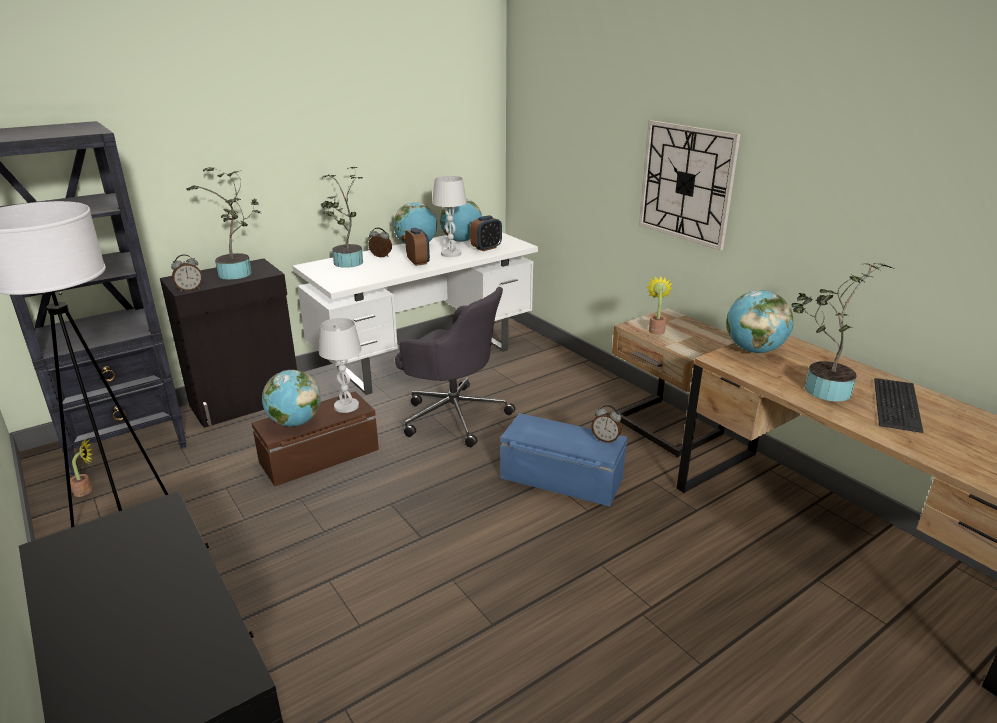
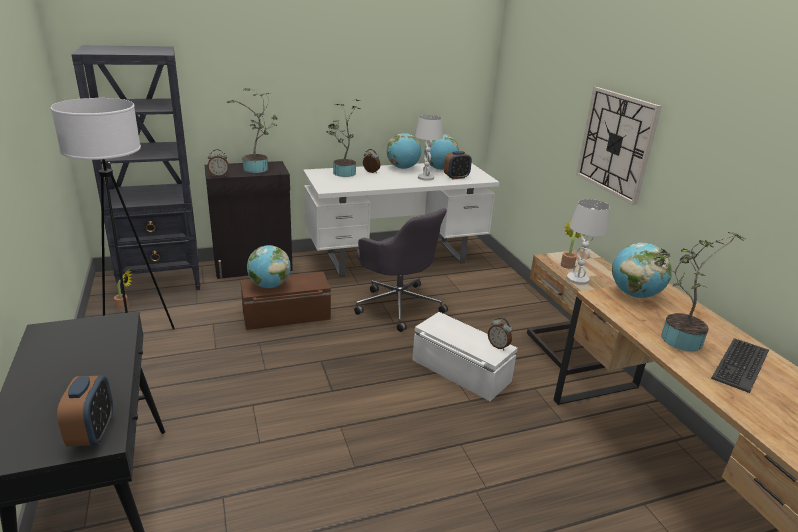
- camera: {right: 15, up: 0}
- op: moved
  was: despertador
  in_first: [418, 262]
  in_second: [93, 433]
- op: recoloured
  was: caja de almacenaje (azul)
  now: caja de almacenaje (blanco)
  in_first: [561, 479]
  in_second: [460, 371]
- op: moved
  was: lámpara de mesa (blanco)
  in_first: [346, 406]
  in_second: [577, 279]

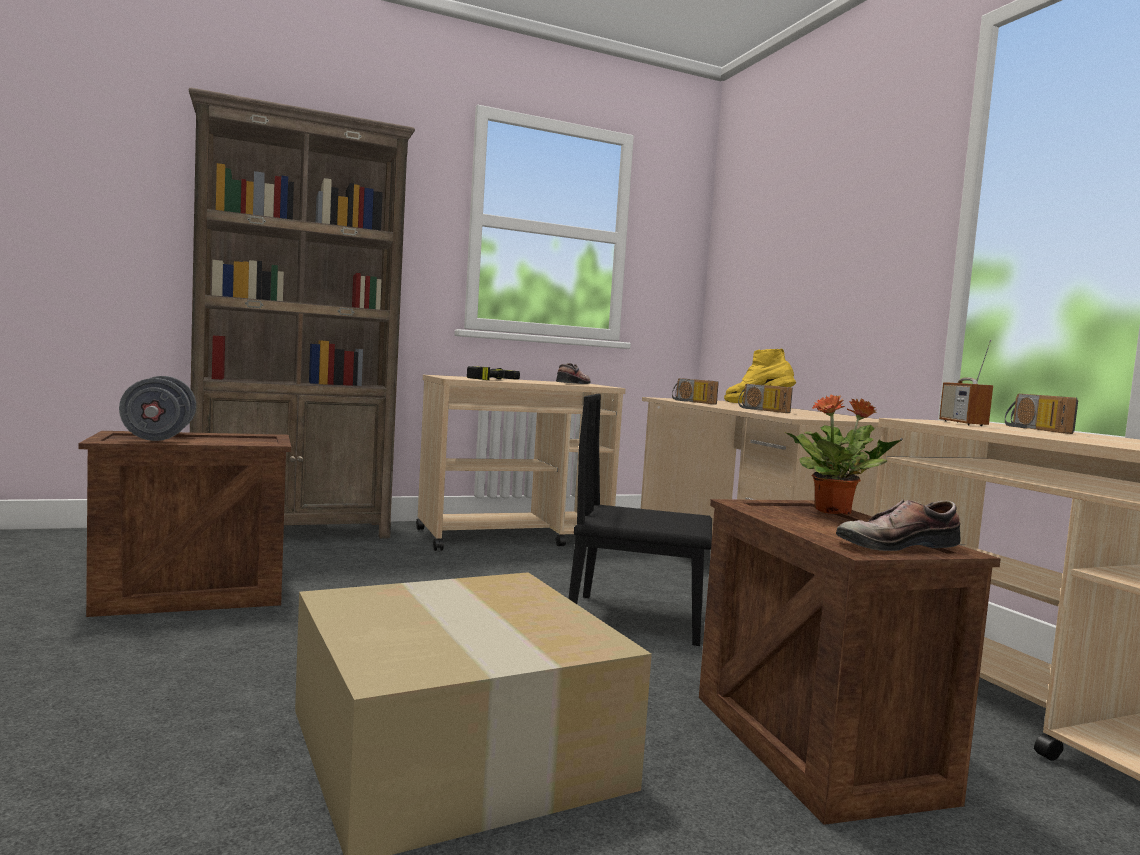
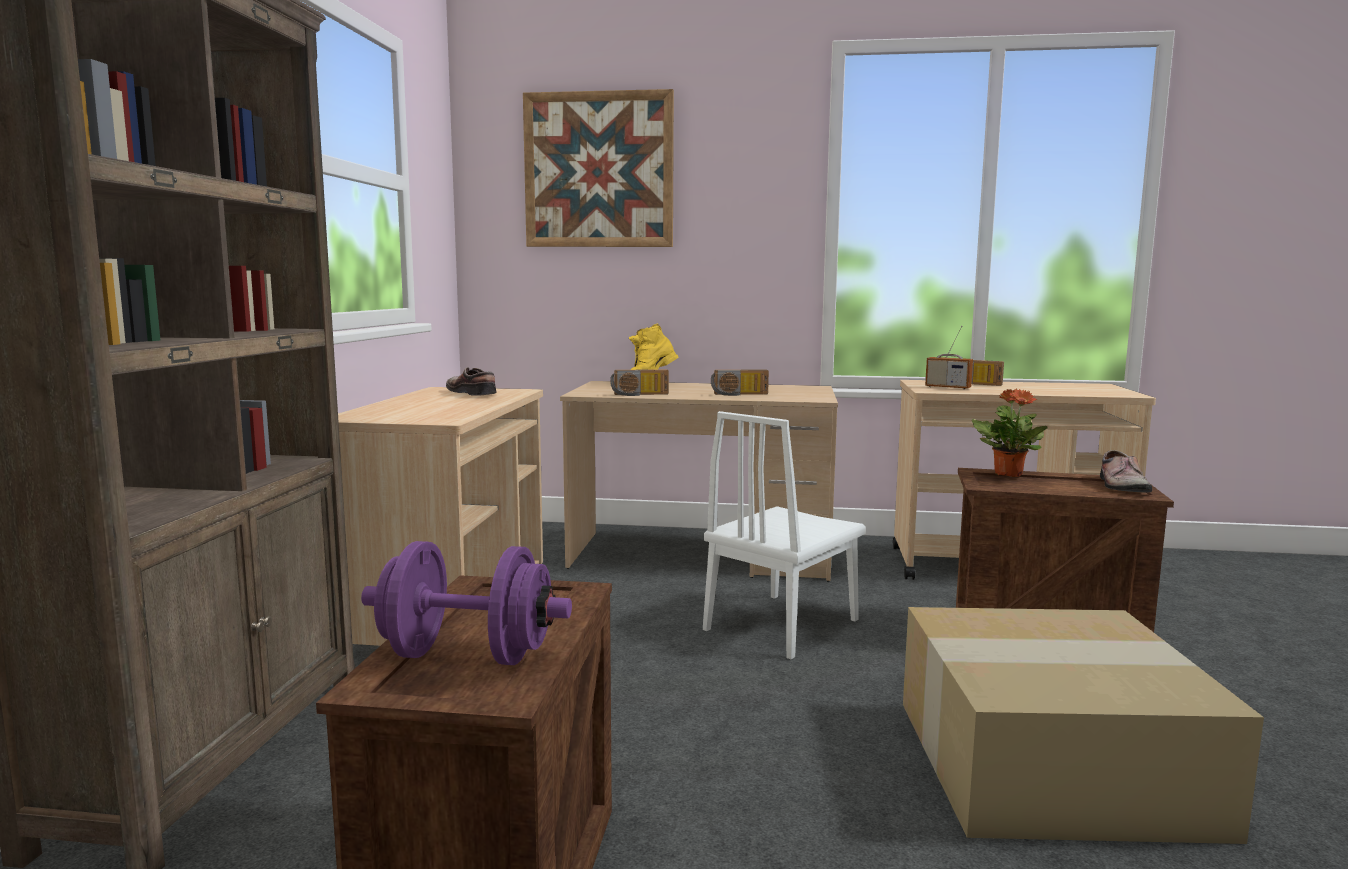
- camera: {right: -60, up: 5}
- op: recoloured
  was: mancuerna (gris)
  now: mancuerna (morado)
  in_first: [159, 437]
  in_second: [467, 656]
- op: added
  now: cuadro
  in_second: [599, 170]
- op: recoloured
  was: silla (negro)
  now: silla (blanco)
  in_first: [637, 619]
  in_second: [781, 624]
- op: removed
  was: taladro
  in_first: [484, 379]

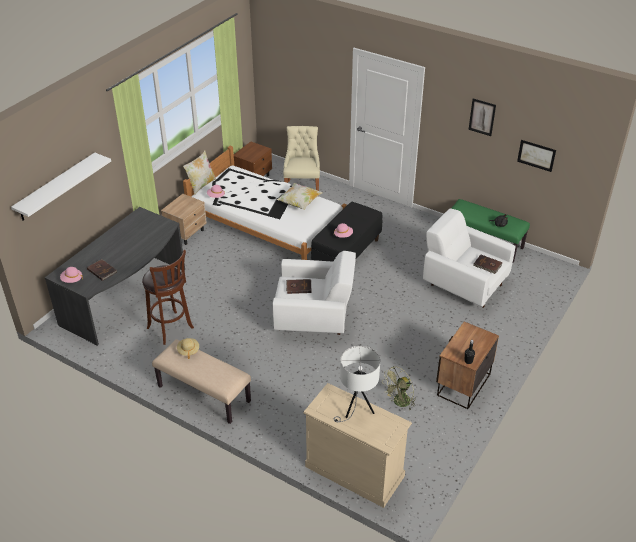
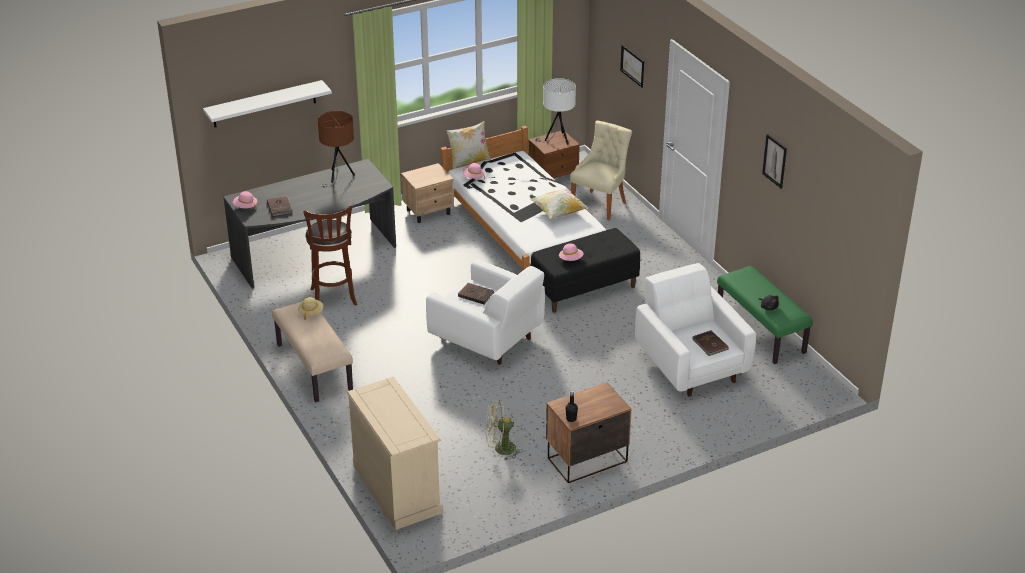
- camera: {right: 30, up: -5}
- op: added
  now: lámpara de mesa (marrón)
  in_second: [338, 177]
- op: moved
  was: lámpara de mesa (blanco)
  in_first: [356, 410]
  in_second: [556, 140]
- op: moved
  was: cuadro
  in_first: [536, 155]
  in_second: [632, 65]

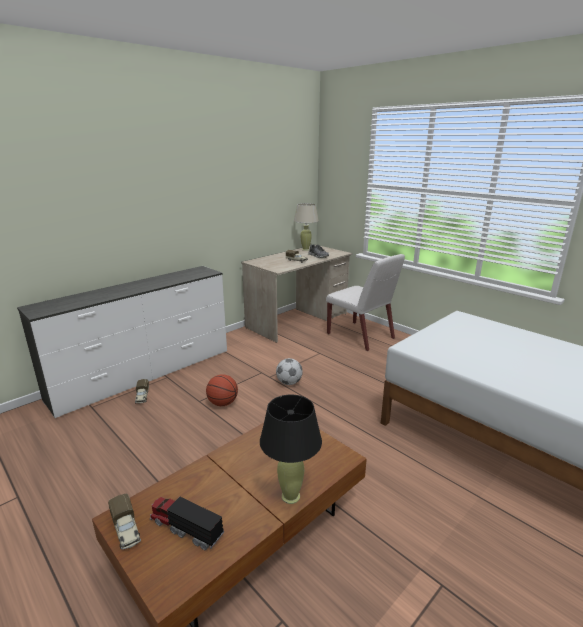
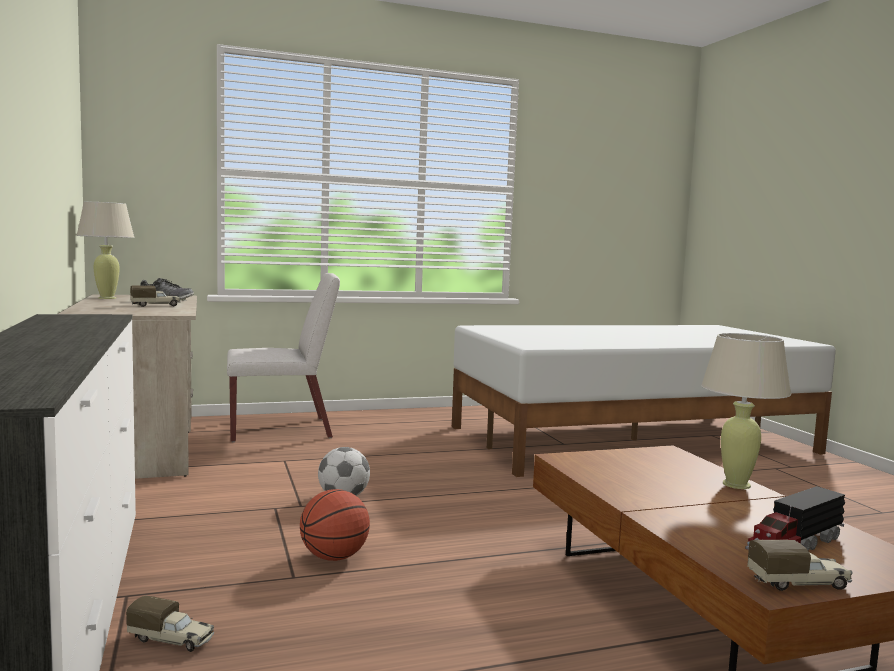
- camera: {right: -65, up: -15}
- op: recoloured
  was: lámpara de mesa (negro)
  now: lámpara de mesa (beis)
  in_first: [291, 496]
  in_second: [736, 484]

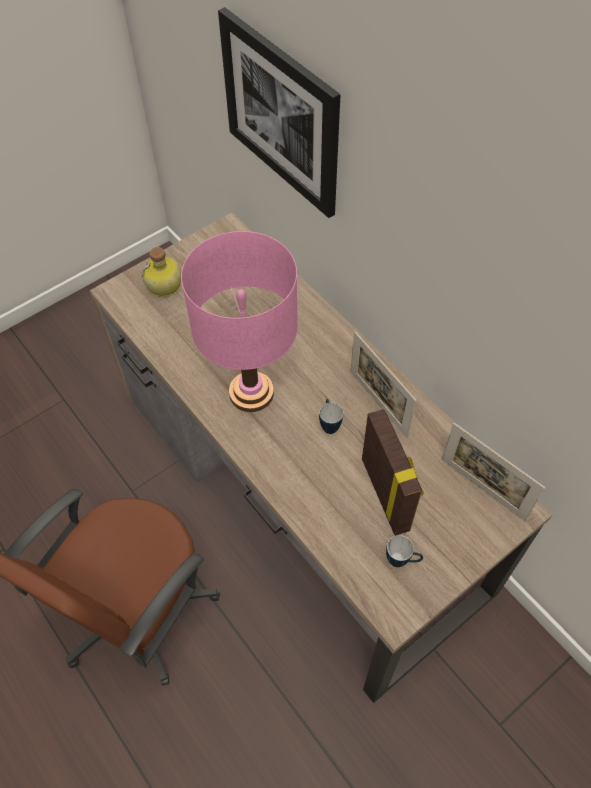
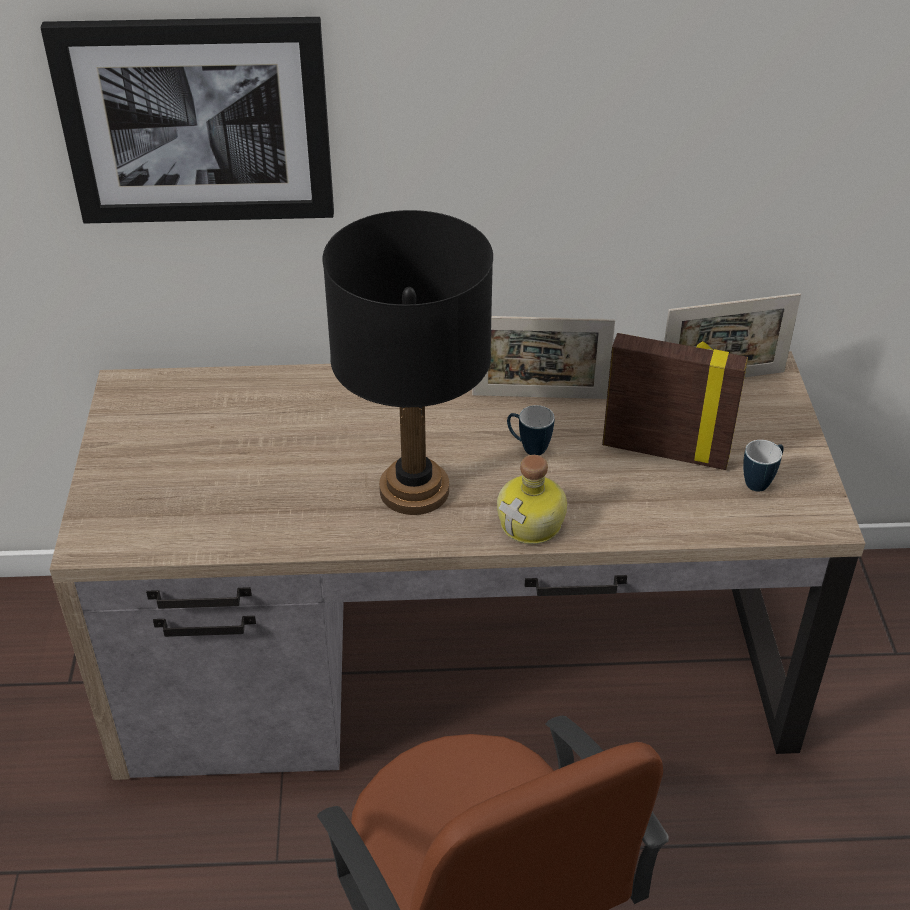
- camera: {right: -55, up: -15}
- op: recoloured
  was: lámpara de mesa (rosa)
  now: lámpara de mesa (negro)
  in_first: [251, 393]
  in_second: [414, 491]
- op: moved
  was: botella
  in_first: [165, 285]
  in_second: [533, 524]

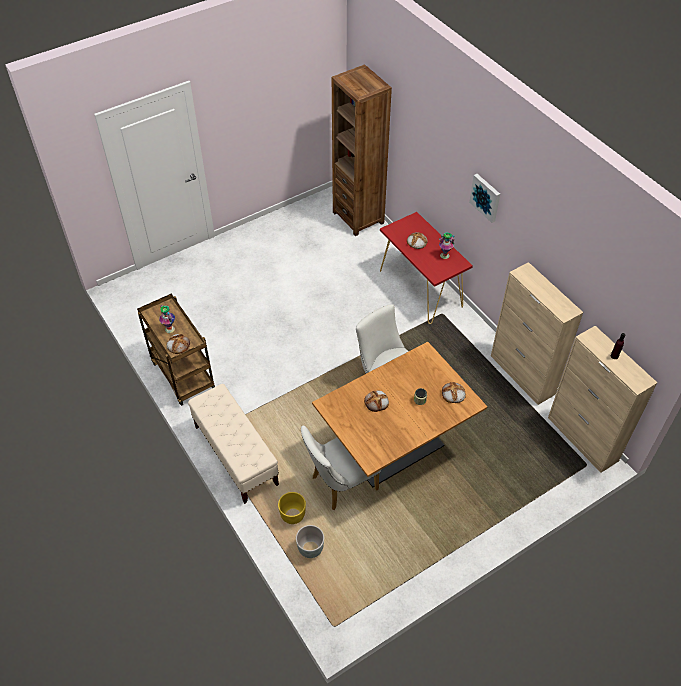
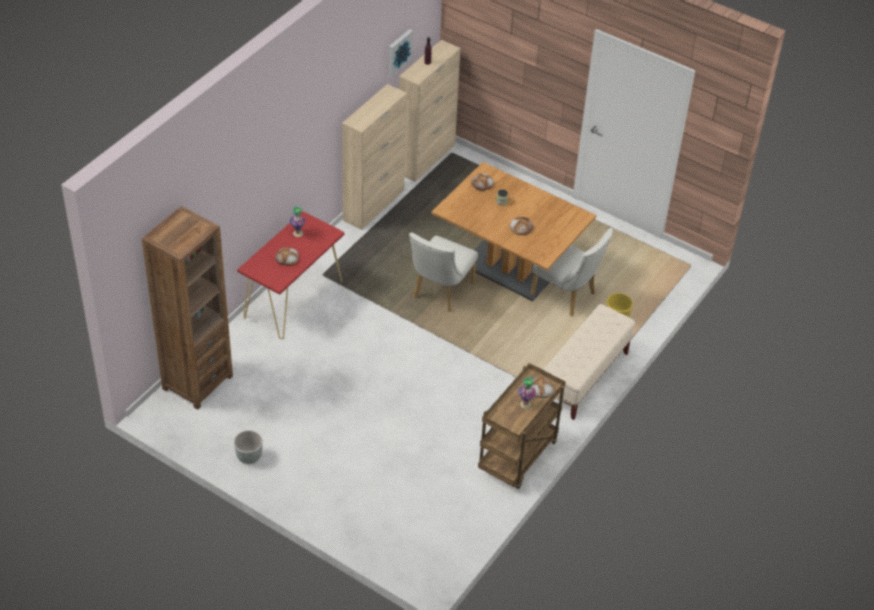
- camera: {right: -115, up: -5}
- op: moved
  was: maceta (gris)
  in_first: [310, 548]
  in_second: [249, 457]
- op: moved
  was: cuadro
  in_first: [486, 197]
  in_second: [398, 52]

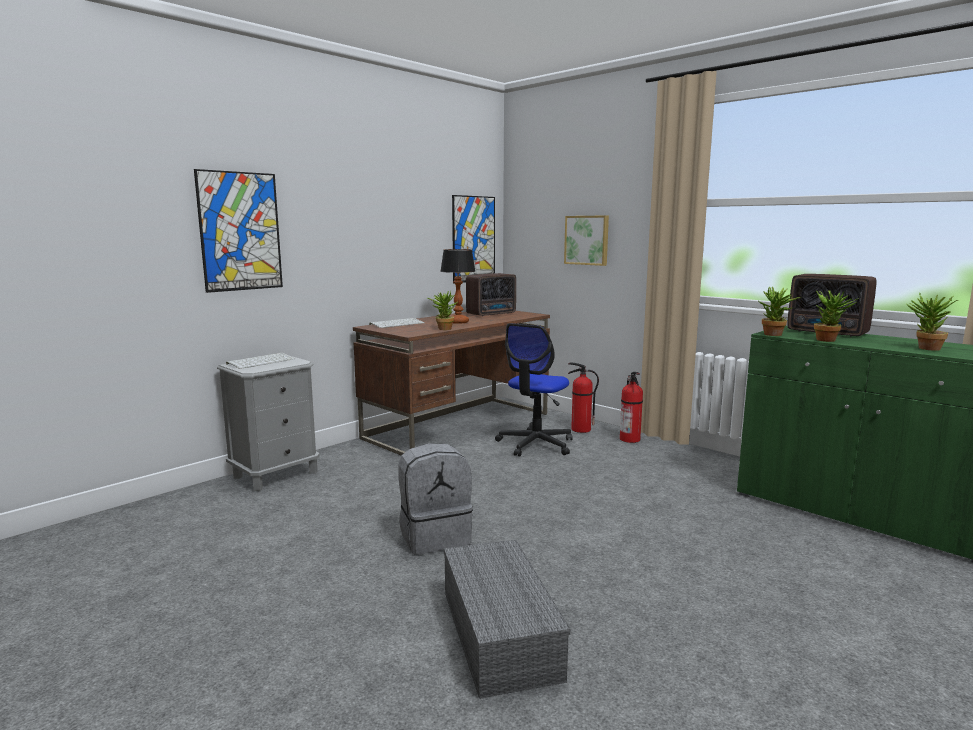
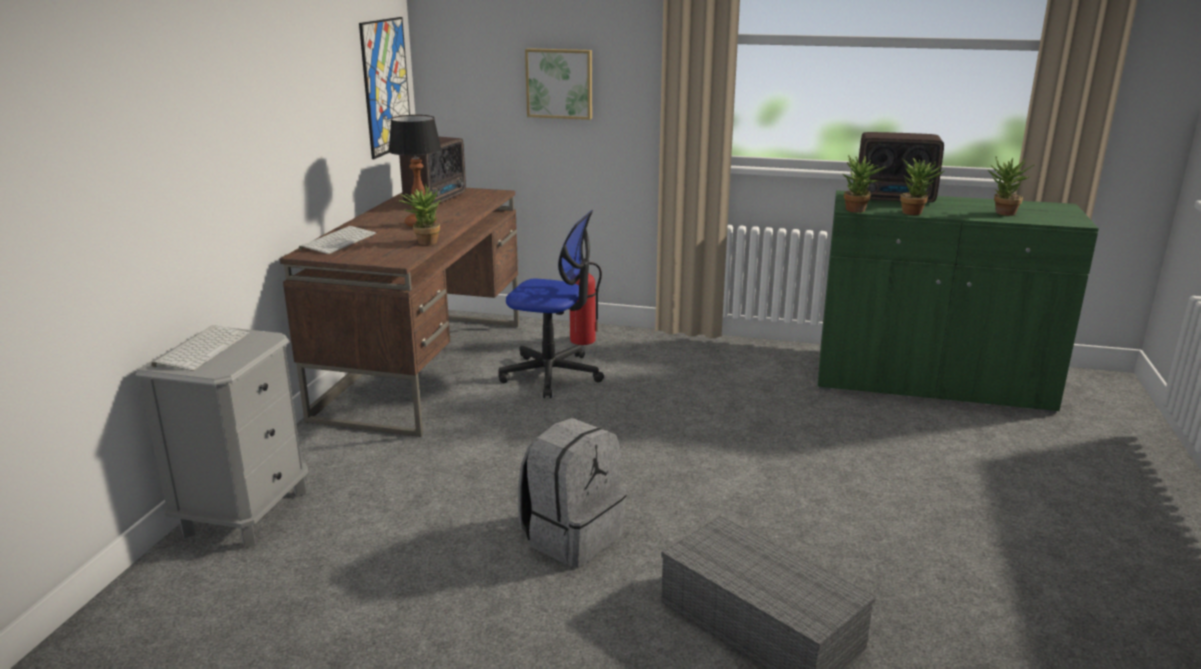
- camera: {right: -30, up: 10}
- op: turned
  was: silla de oficina
  in_first: [535, 444]
  in_second: [552, 374]
  clockwise: -75
- op: removed
  was: cuadro
  in_first: [240, 231]
- op: removed
  was: extintor
  in_first: [630, 439]

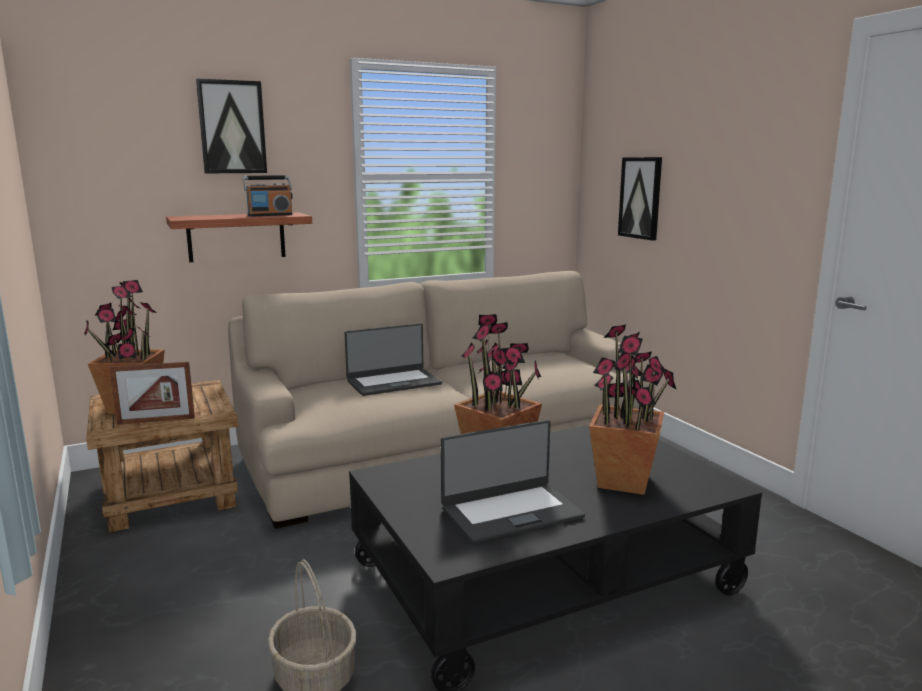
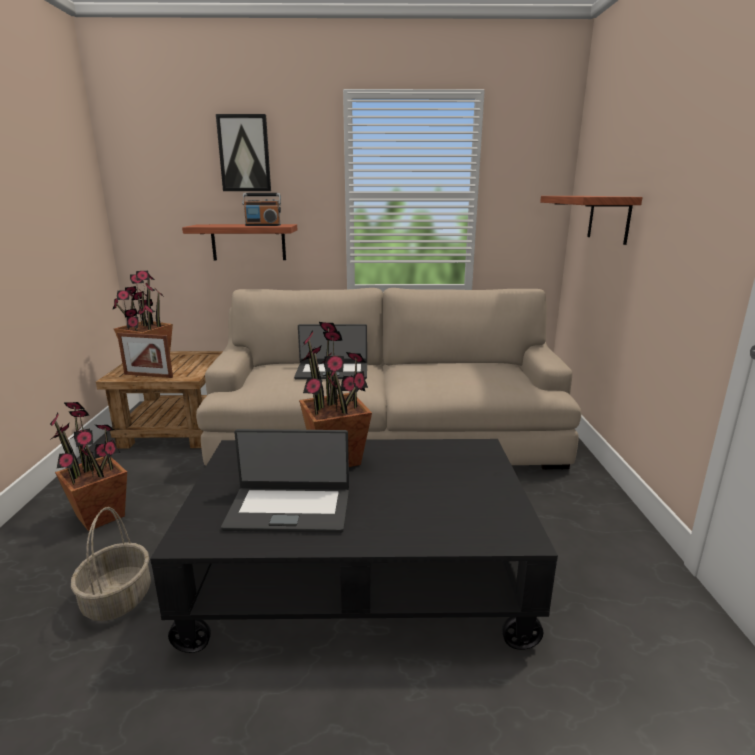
- camera: {right: 25, up: 5}
- op: moved
  was: planta en maceta
  in_first: [624, 481]
  in_second: [101, 516]
- op: replaced
  was: cuadro
  now: estante
  in_first: [640, 198]
  in_second: [609, 218]

